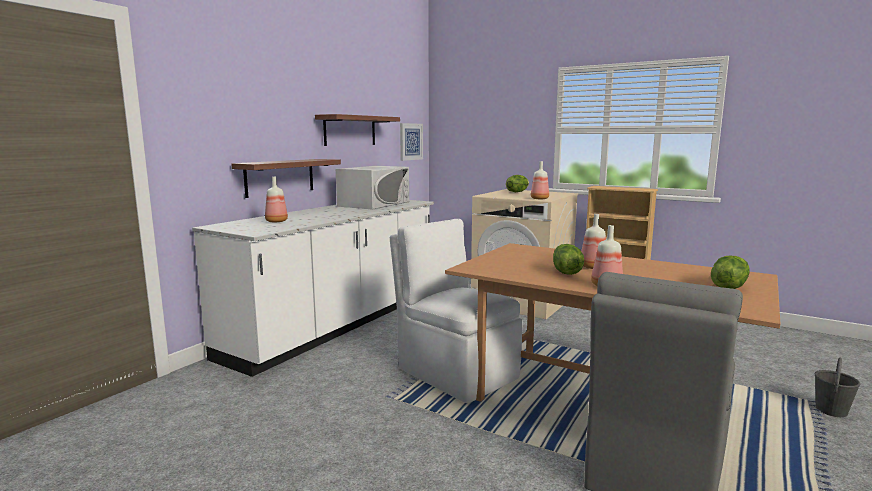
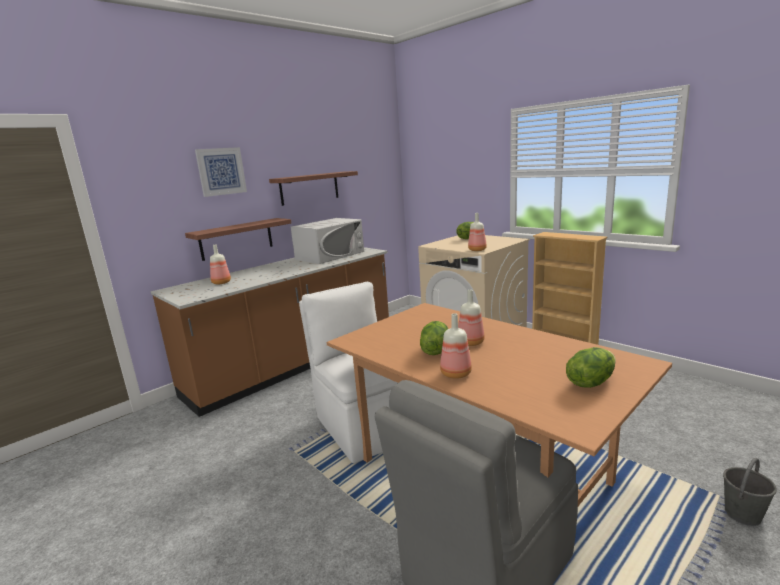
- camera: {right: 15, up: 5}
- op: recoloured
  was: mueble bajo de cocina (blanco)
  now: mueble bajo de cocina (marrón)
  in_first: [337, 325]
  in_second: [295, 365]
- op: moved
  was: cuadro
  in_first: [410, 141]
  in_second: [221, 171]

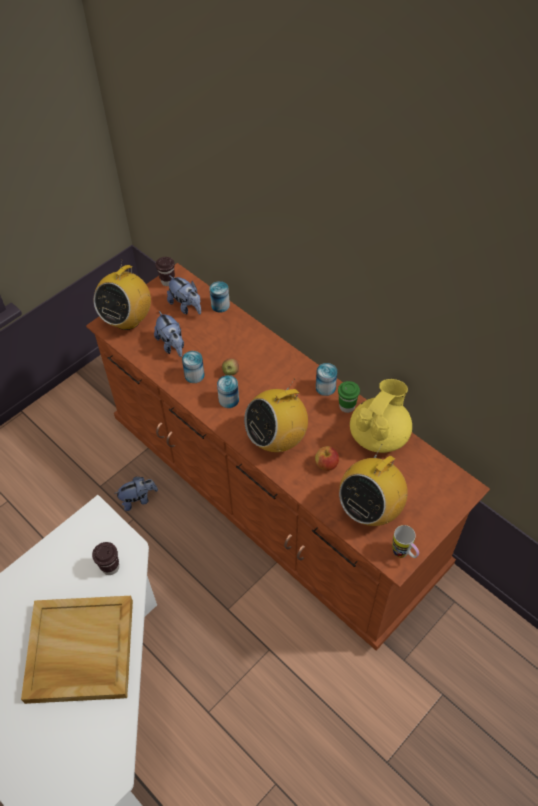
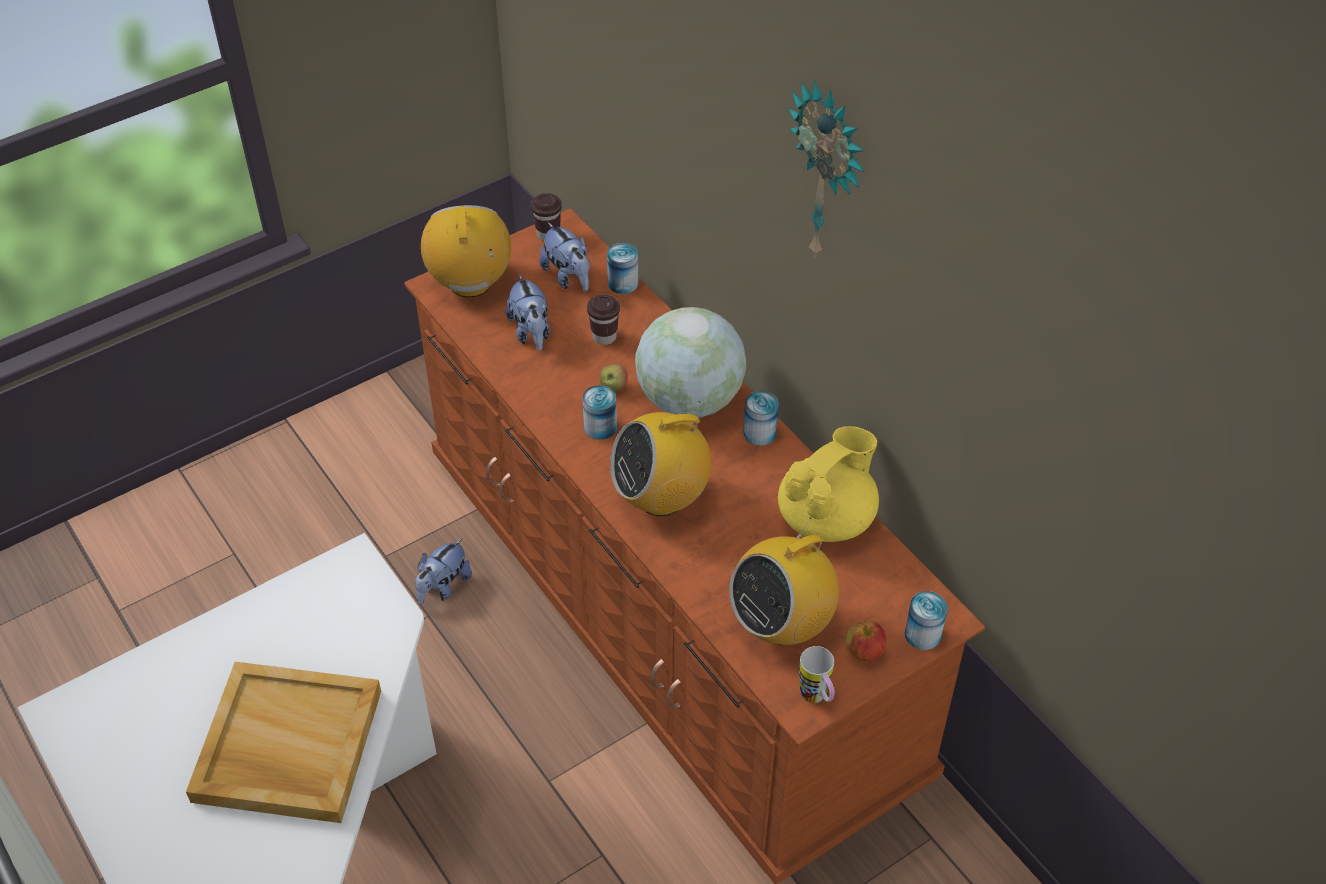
- camera: {right: 10, up: -5}
- op: turned
  was: peluche
  in_first: [138, 499]
  in_second: [443, 587]
  clockwise: 135
- op: turned
  was: radio
  in_first: [127, 319]
  in_second: [470, 283]
  clockwise: 135
- op: moved
  was: taza (marrón)
  in_first: [110, 567]
  in_second: [604, 337]
- op: added
  now: globo terráqueo
  in_second: [689, 400]
- op: added
  now: reloj de pared
  in_second: [829, 174]
- op: moved
  was: manzana
  in_first: [326, 464]
  in_second: [864, 652]
- op: moved
  was: lata
  in_first: [194, 375]
  in_second: [922, 634]
- op: removed
  was: taza (verde)
  in_first: [347, 406]

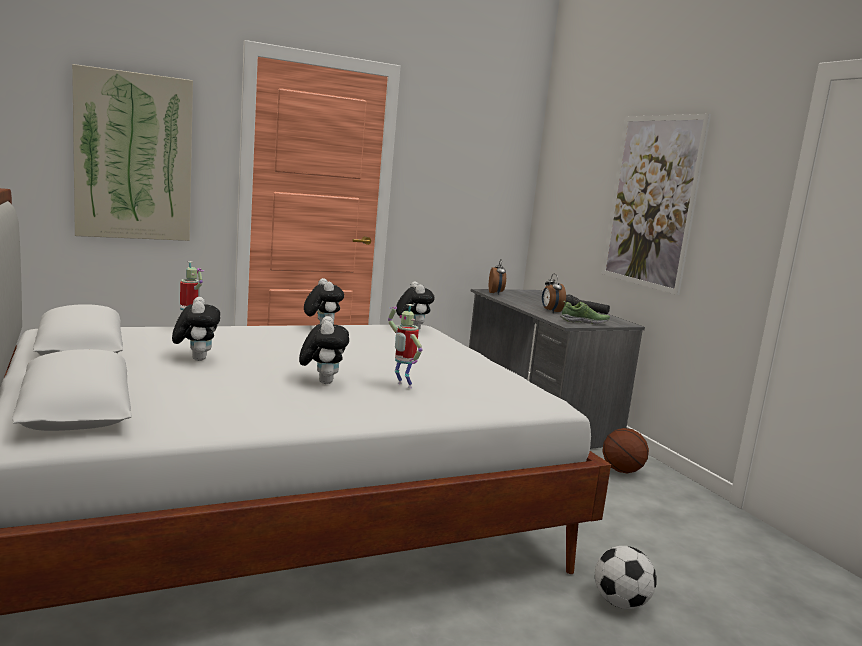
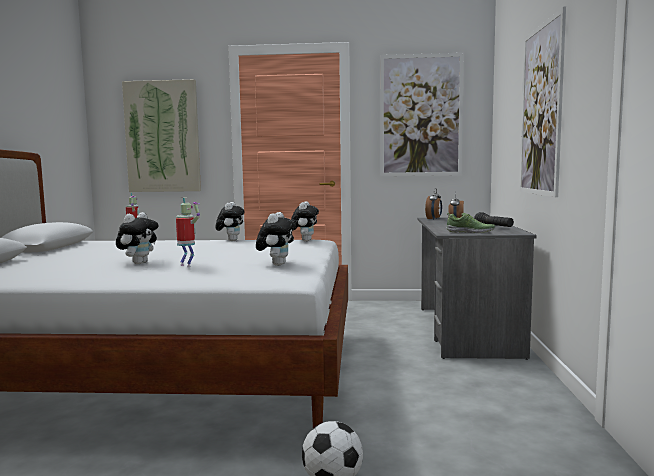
- camera: {right: 30, up: -5}
- op: turned
  was: robot de juguete
  in_first: [402, 385]
  in_second: [187, 265]
  clockwise: 150
- op: moved
  was: peluche
  in_first: [196, 359]
  in_second: [276, 264]
- op: added
  now: cuadro
  in_second: [421, 115]
- op: removed
  was: balón de baloncesto
  in_first: [622, 471]

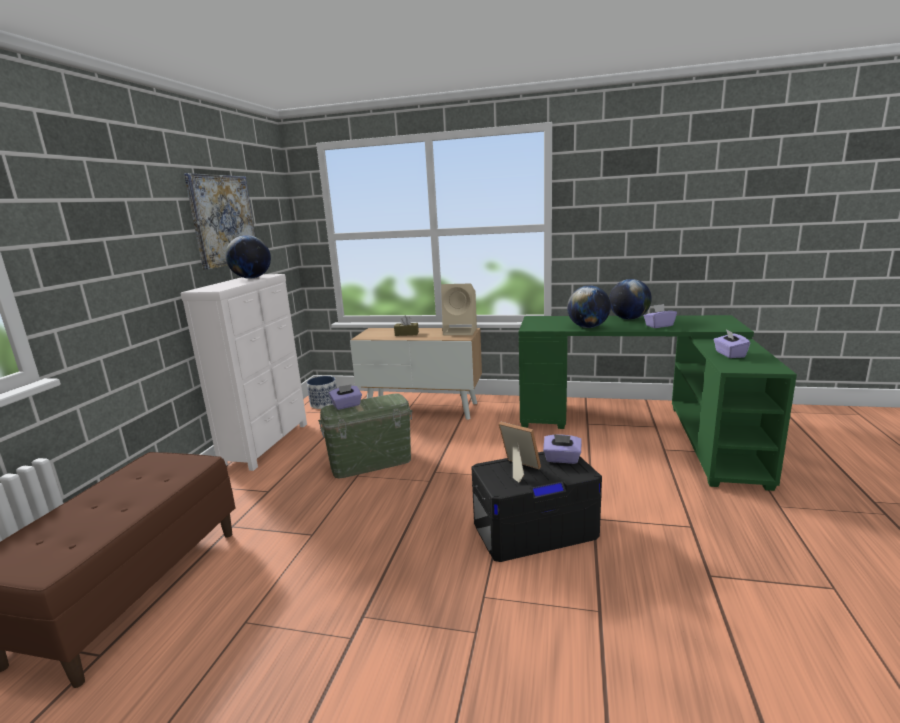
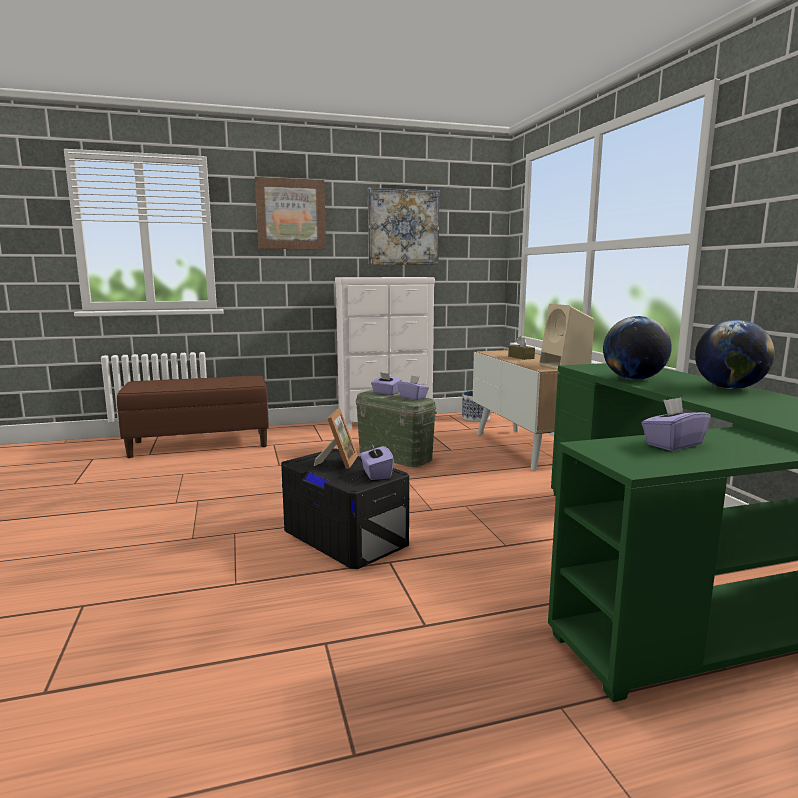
- camera: {right: 60, up: -5}
- op: added
  now: cuadro
  in_second: [291, 214]
- op: moved
  was: caja de pañuelos (morado)
  in_first: [659, 325]
  in_second: [413, 397]
- op: removed
  was: globo terráqueo
  in_first: [252, 278]

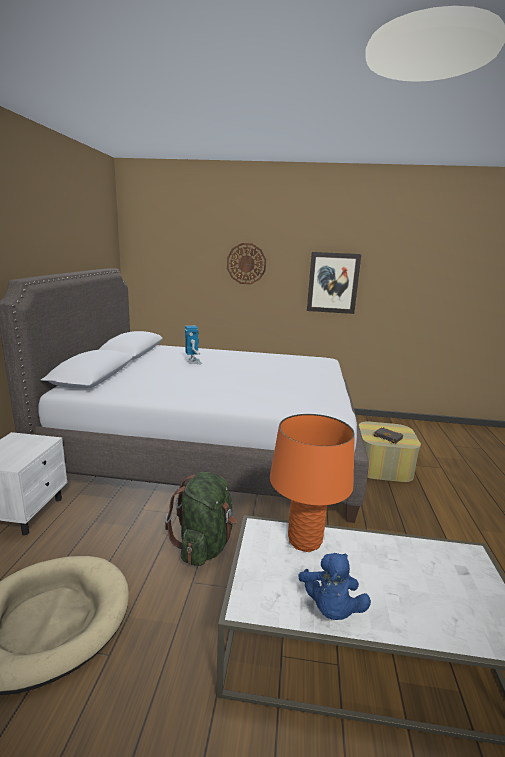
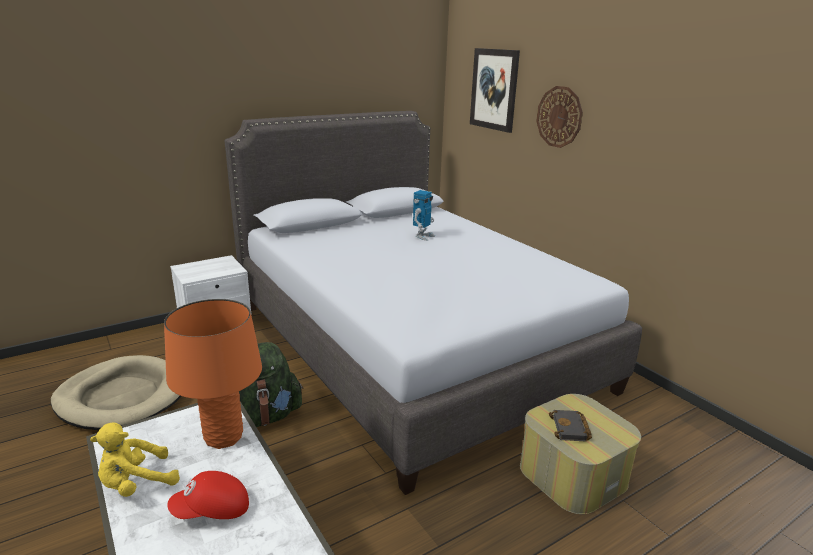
- camera: {right: 50, up: 5}
- op: recoloured
  was: peluche (azul)
  now: peluche (amarillo)
  in_first: [330, 608]
  in_second: [136, 484]
- op: added
  now: gorra (rojo)
  in_second: [212, 511]
- op: moved
  was: cuadro
  in_first: [333, 283]
  in_second: [494, 89]

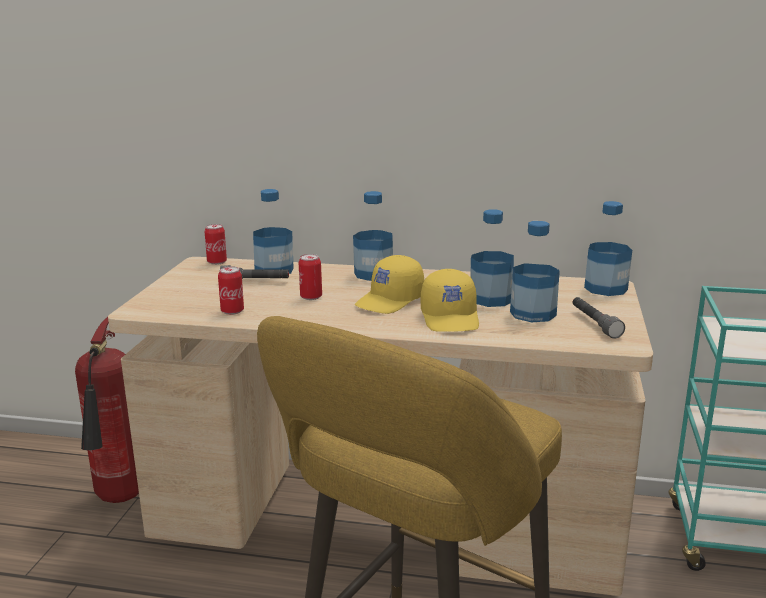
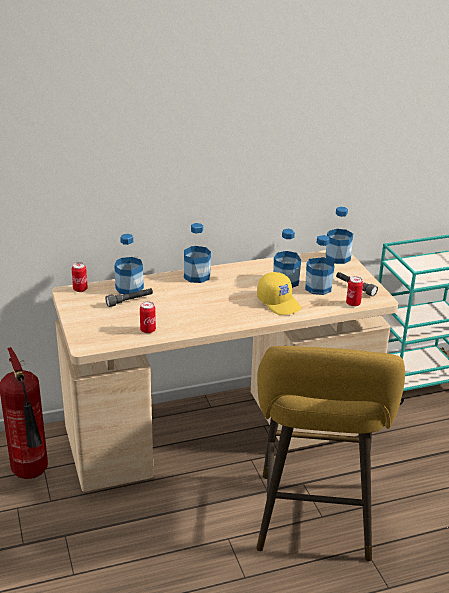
- camera: {right: -30, up: 10}
- op: moved
  was: lata
  in_first: [311, 297]
  in_second: [353, 303]
- op: removed
  was: gorra (amarillo)
  in_first: [390, 301]

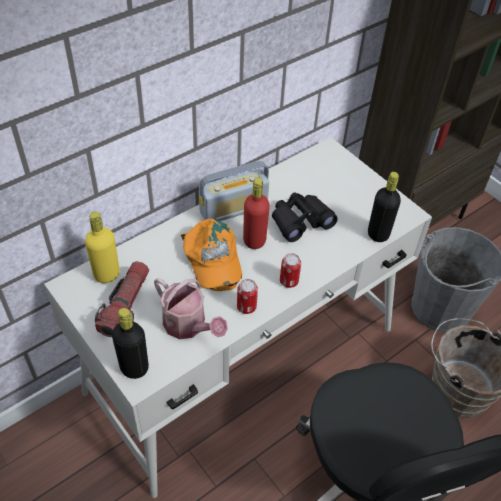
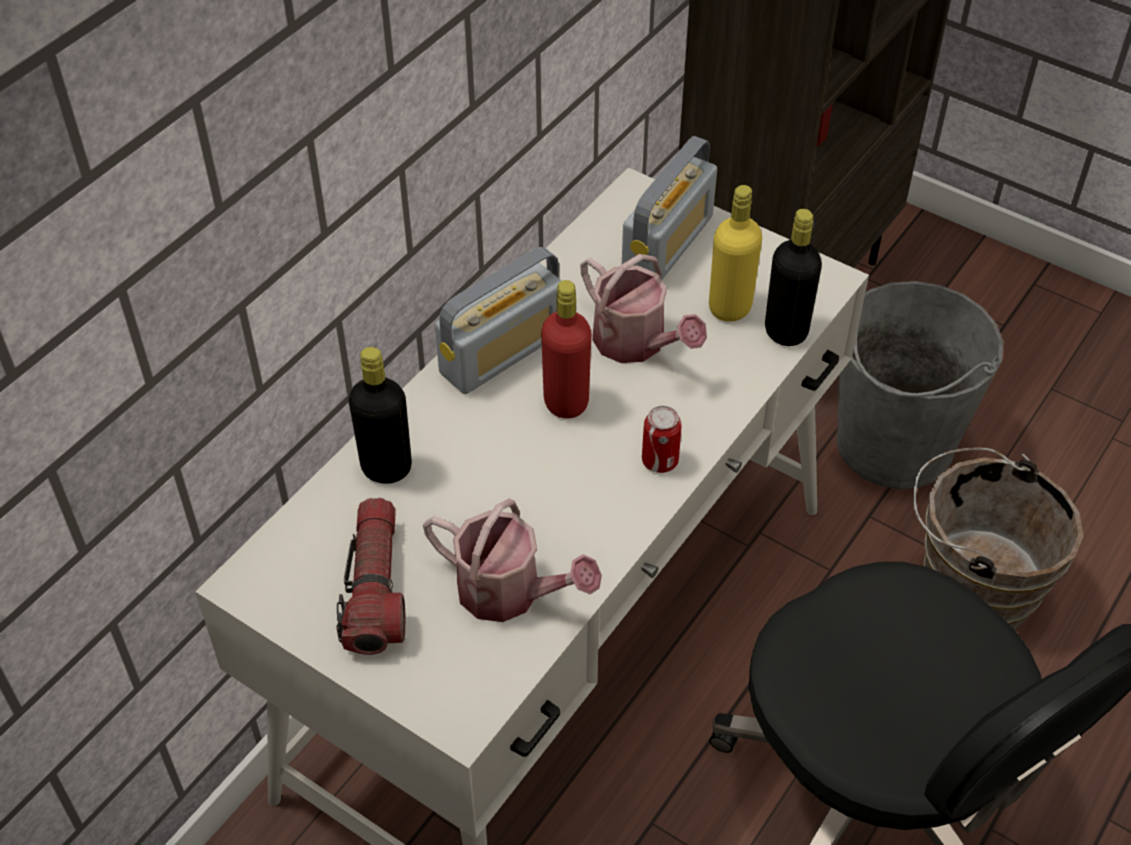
- camera: {right: -15, up: 0}
- op: moved
  was: botella (negro)
  in_first: [134, 368]
  in_second: [386, 468]
- op: replaced
  was: prismáticos (negro)
  now: regadera
  in_first: [300, 221]
  in_second: [636, 344]
- op: added
  now: radio
  in_second: [667, 244]
- op: moved
  was: botella (amarillo)
  in_first: [106, 274]
  in_second: [730, 307]
- op: removed
  was: gorra (naranja)
  in_first: [212, 259]
- op: removed
  was: lata
  in_first: [246, 307]

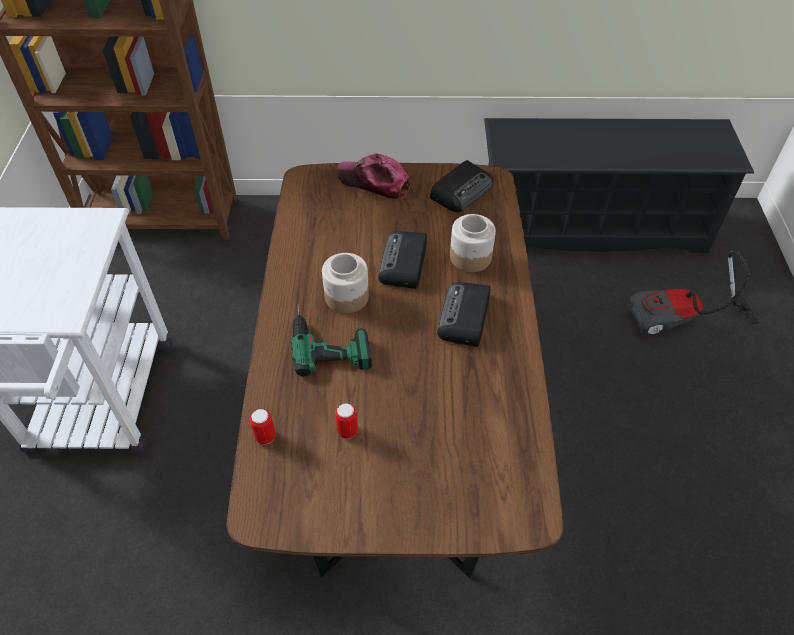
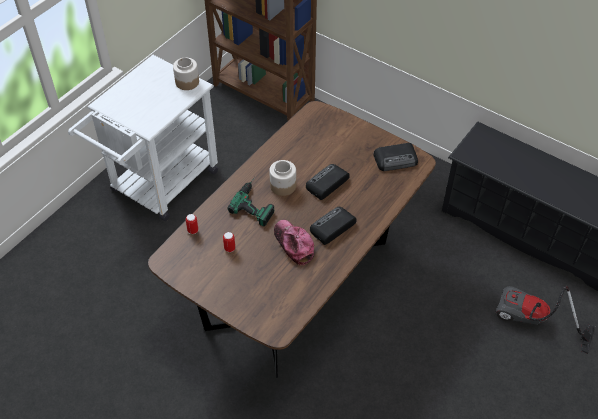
- camera: {right: 35, up: 0}
- op: moved
  was: tarro
  in_first: [470, 257]
  in_second: [187, 82]
- op: moved
  was: gorra
  in_first: [374, 182]
  in_second: [293, 244]

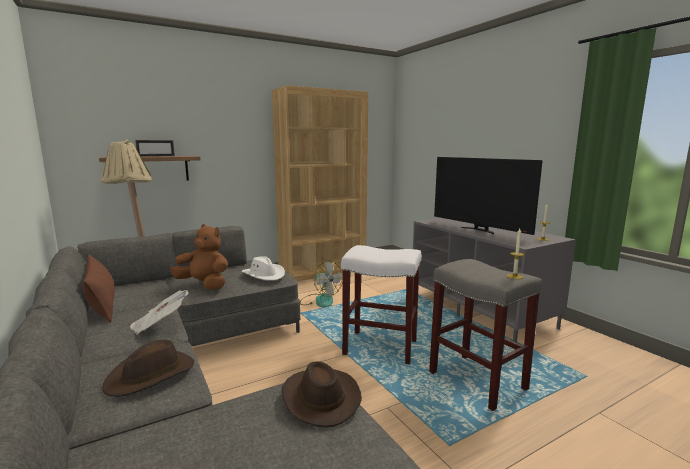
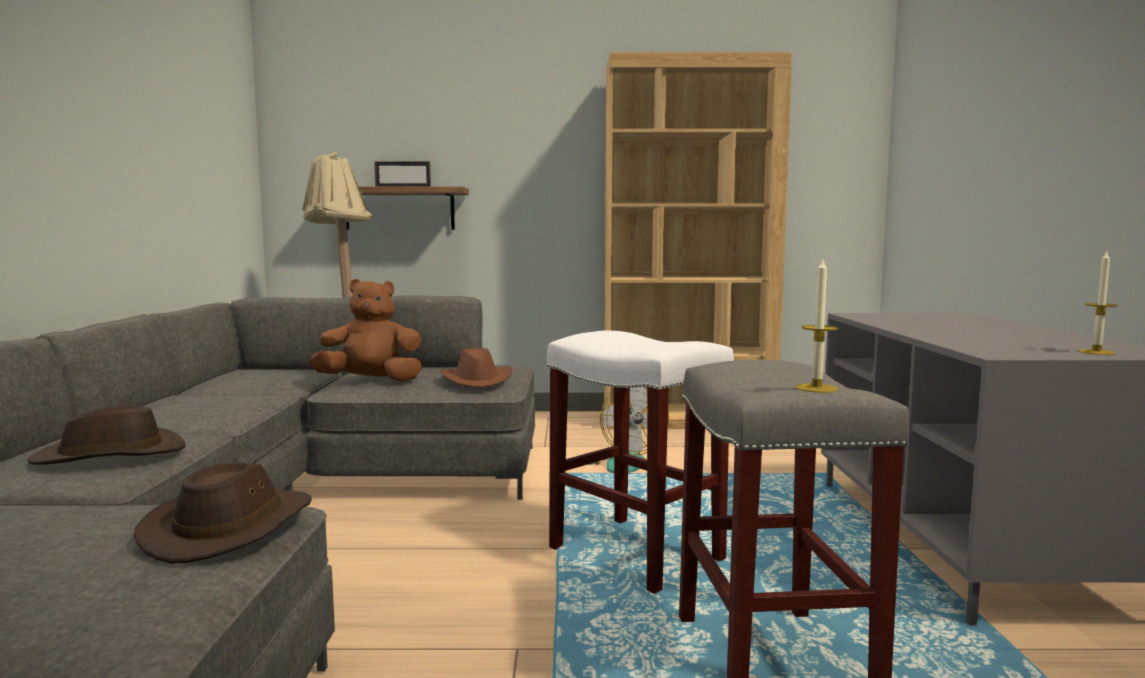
- camera: {right: 30, up: -5}
- op: turned
  was: peluche (marrón)
  in_first: [204, 285]
  in_second: [371, 381]
  clockwise: -60
- op: recoloured
  was: sombrero (blanco)
  now: sombrero (marrón)
  in_first: [264, 275]
  in_second: [477, 380]
- op: removed
  was: cojín (marrón)
  in_first: [102, 306]
- op: removed
  was: periódico
  in_first: [160, 325]
- op: removed
  was: televisor
  in_first: [479, 230]

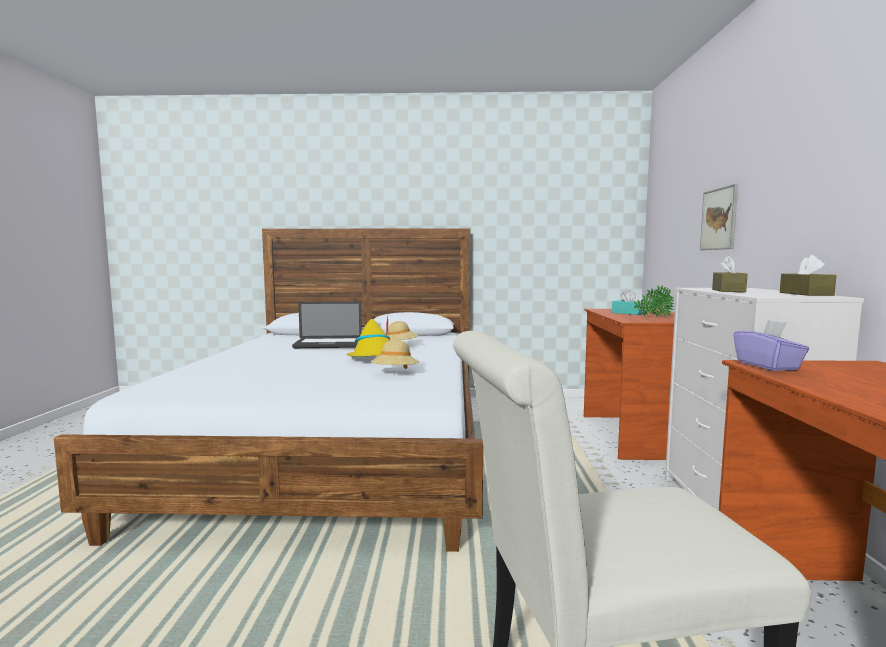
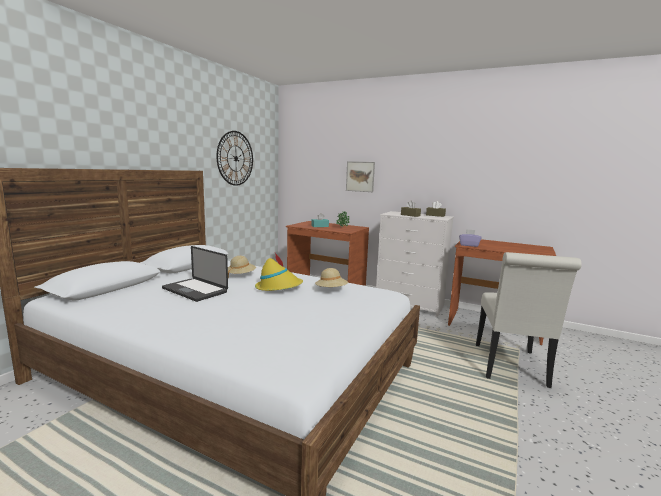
- camera: {right: -65, up: 5}
- op: turned
  was: portátil
  in_first: [328, 345]
  in_second: [194, 290]
  clockwise: 105
- op: added
  now: reloj de pared
  in_second: [235, 158]

